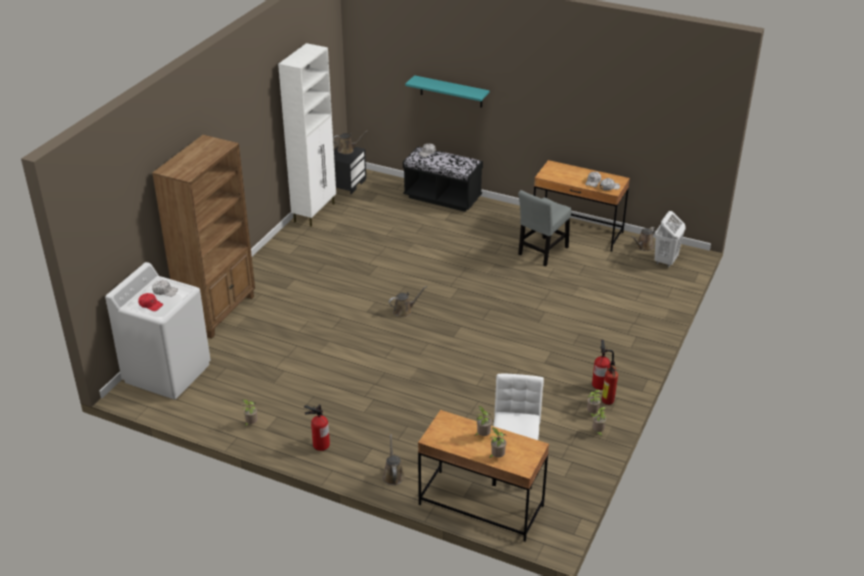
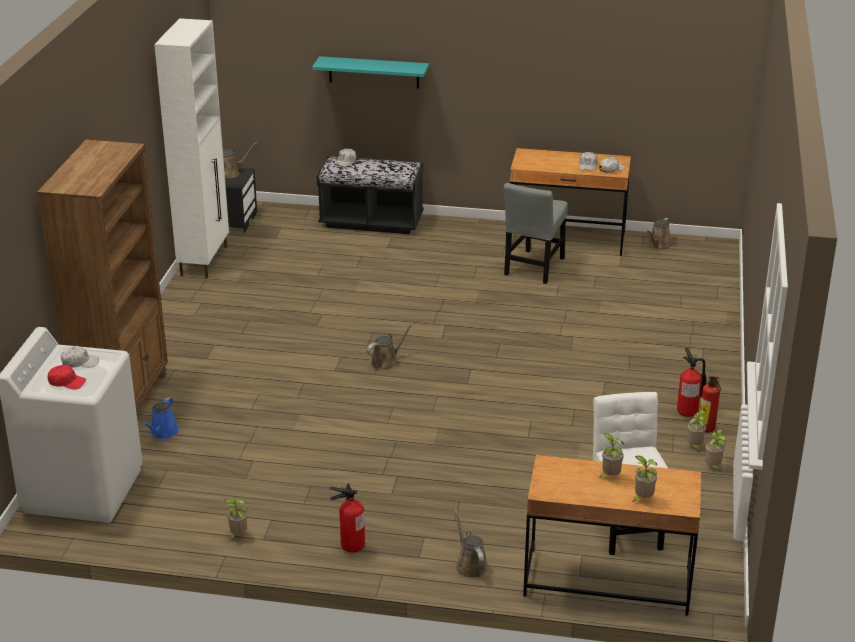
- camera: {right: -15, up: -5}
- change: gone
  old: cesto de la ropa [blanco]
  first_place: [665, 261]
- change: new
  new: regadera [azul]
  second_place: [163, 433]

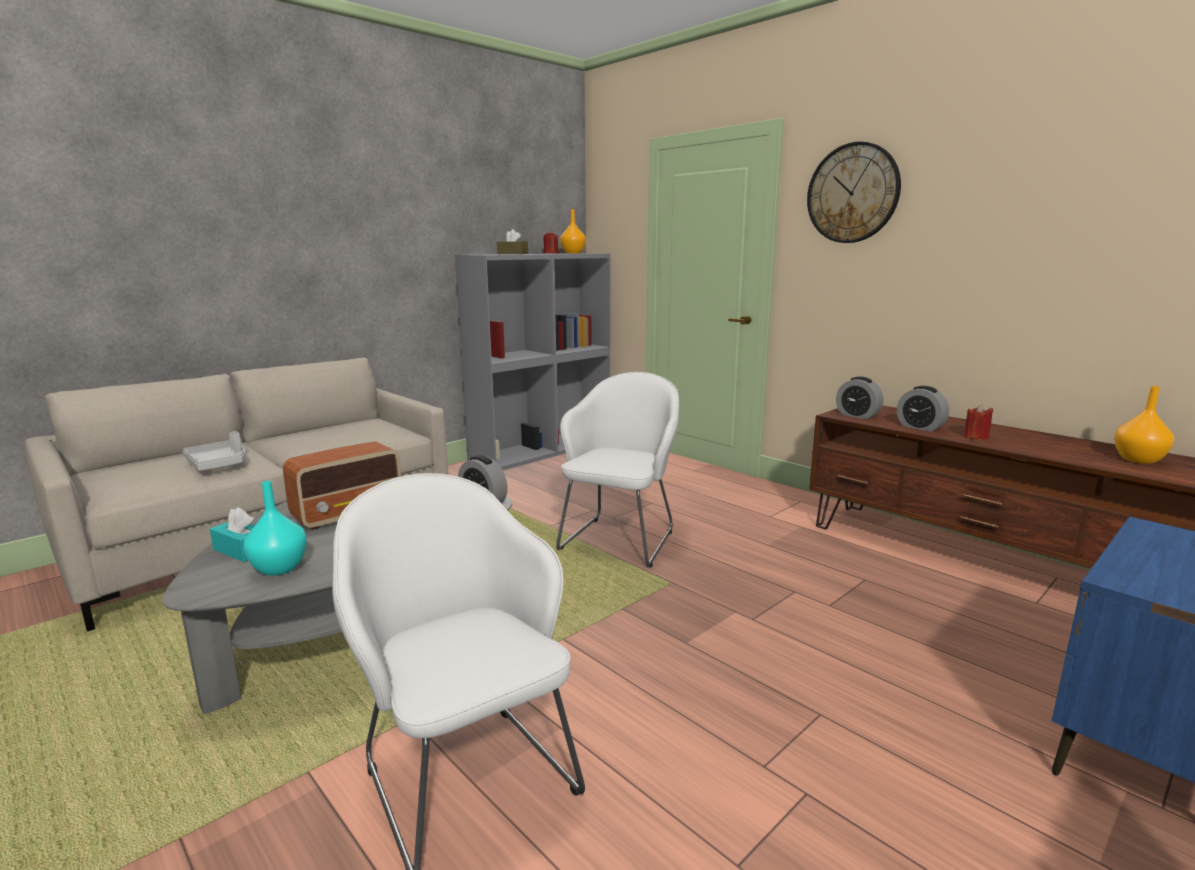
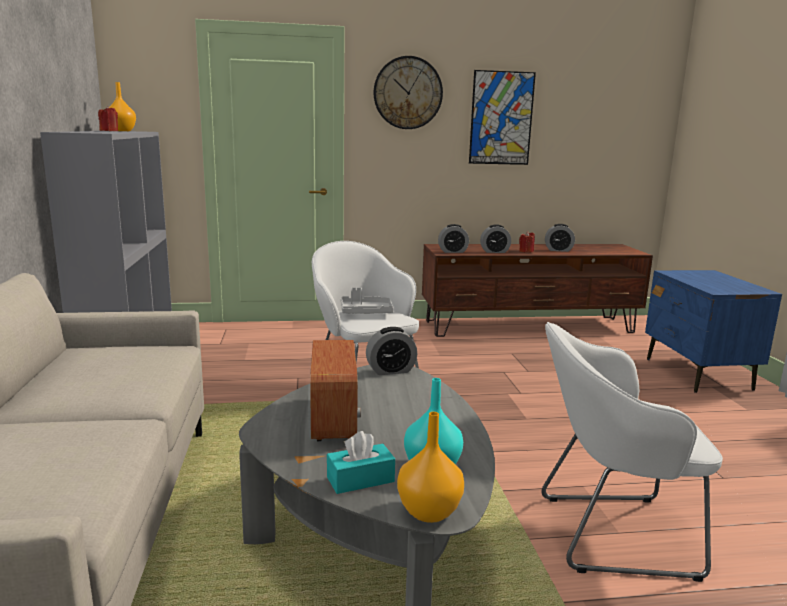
- camera: {right: -55, up: 0}
- change: gone
  old: caja de pañuelos [marrón]
  first_place: [512, 254]
- change: new
  new: cuadro
  second_place: [501, 118]
- change: new
  new: despertador
  second_place: [558, 250]
- change: shifted
  old: bandeja [gris]
  first_place: [219, 464]
  second_place: [365, 312]
- change: shifted
  old: florero [naranja]
  first_place: [1137, 460]
  second_place: [428, 512]

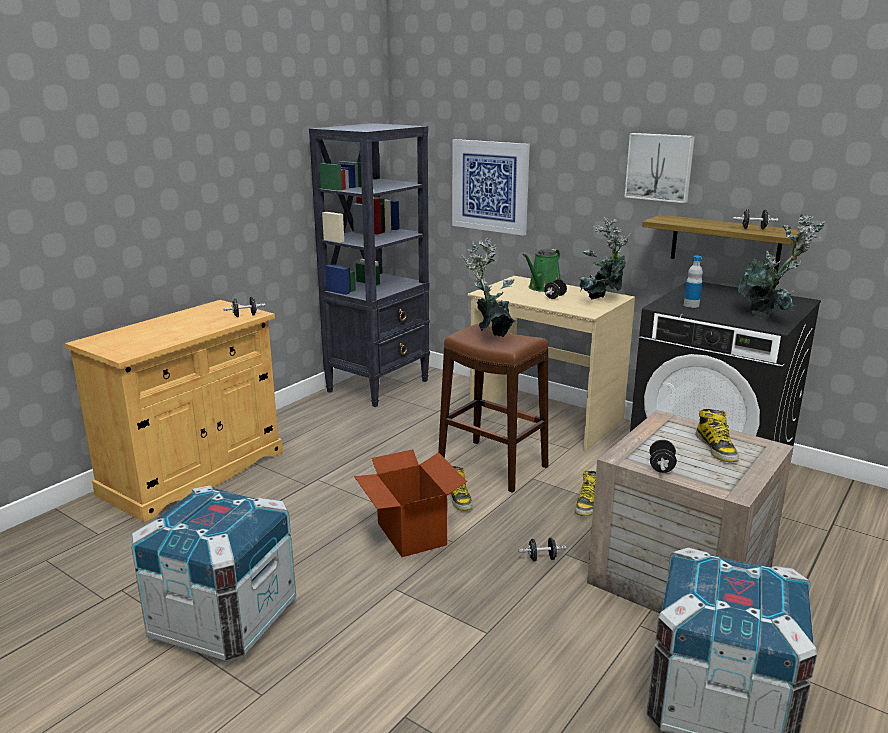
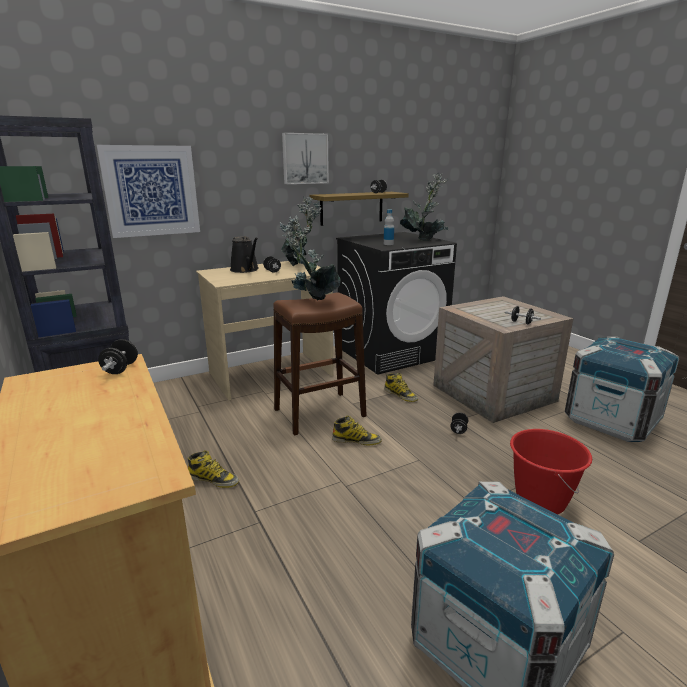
- camera: {right: -65, up: 0}
- change: gone
  old: caja de cartón
  first_place: [410, 534]
- change: new
  new: cubo [rojo]
  second_place: [540, 500]
- change: shifted
  old: bota
  first_place: [716, 448]
  second_place: [213, 479]
- change: repainted
  old: regadera [verde]
  new: regadera [negro]
  first_place: [543, 288]
  second_place: [245, 270]

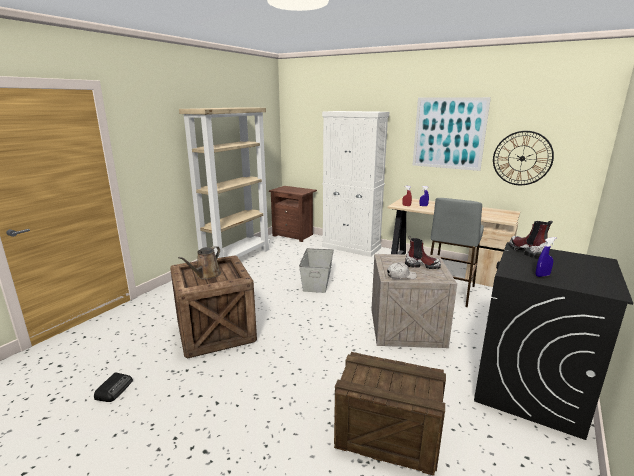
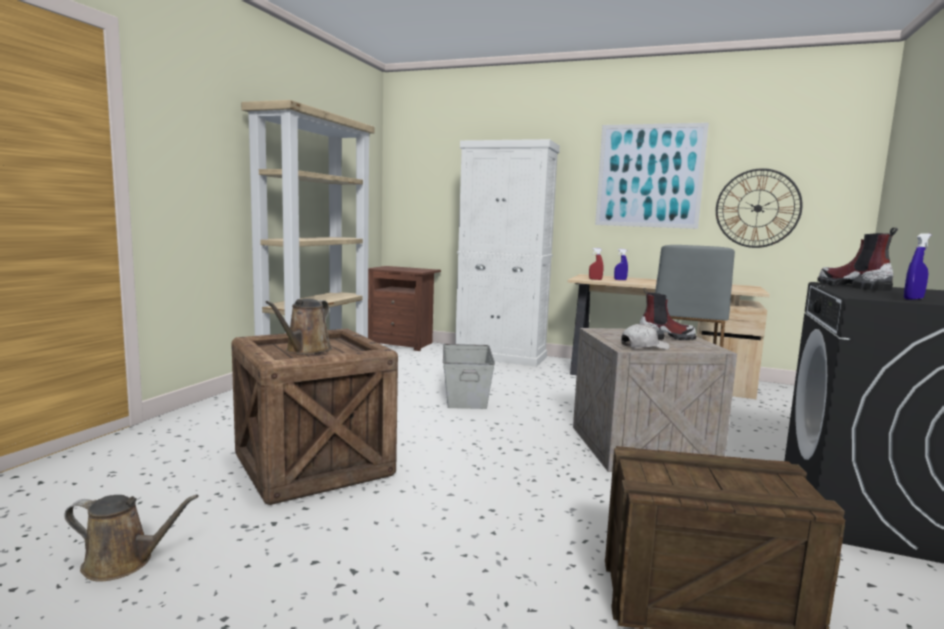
- camera: {right: -10, up: -10}
- change: swapped
  old: radio
  new: regadera [marrón]
  first_place: [114, 389]
  second_place: [124, 563]

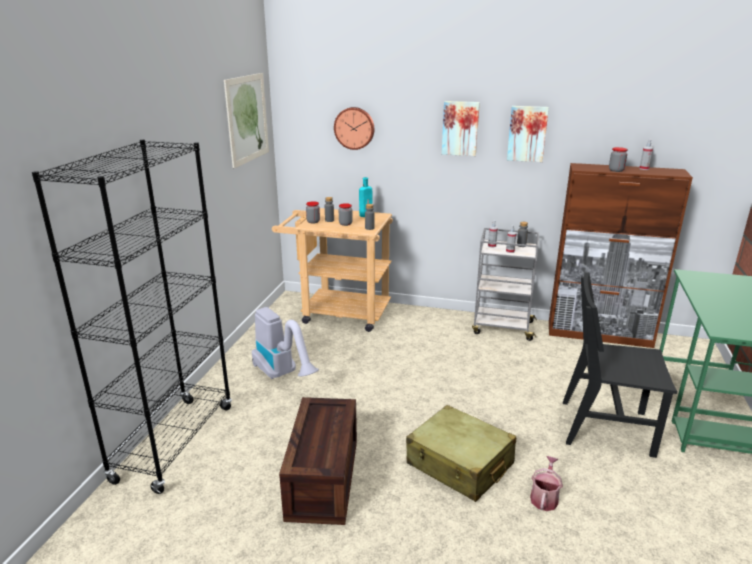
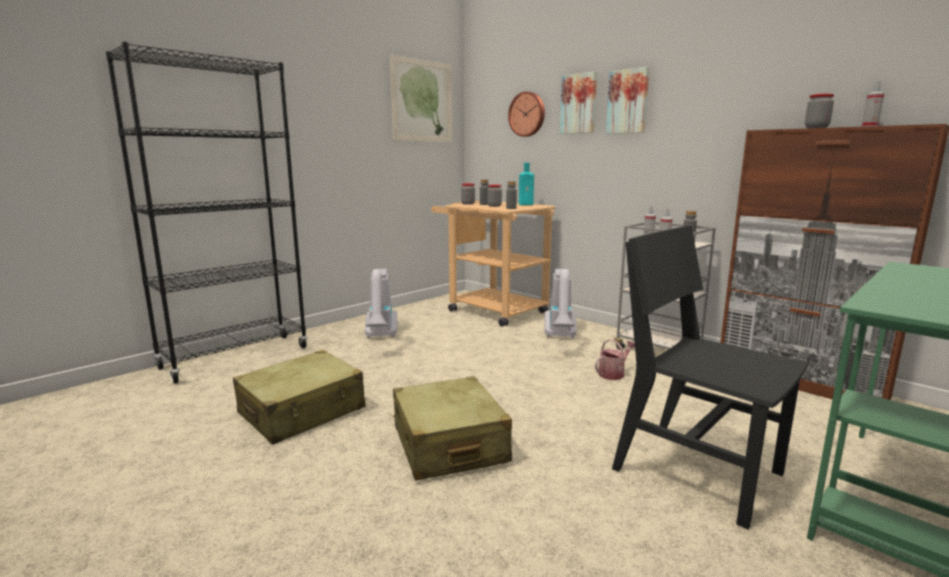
- camera: {right: 30, up: -10}
- change: new
  new: aspiradora
  second_place: [560, 338]
- change: shifted
  old: cuadro
  first_place: [527, 133]
  second_place: [579, 104]
- change: shifted
  old: regadera
  first_place: [544, 497]
  second_place: [613, 373]
- change: swapped
  old: caja de embalaje
  new: maleta [beis]
  first_place: [321, 477]
  second_place: [302, 411]

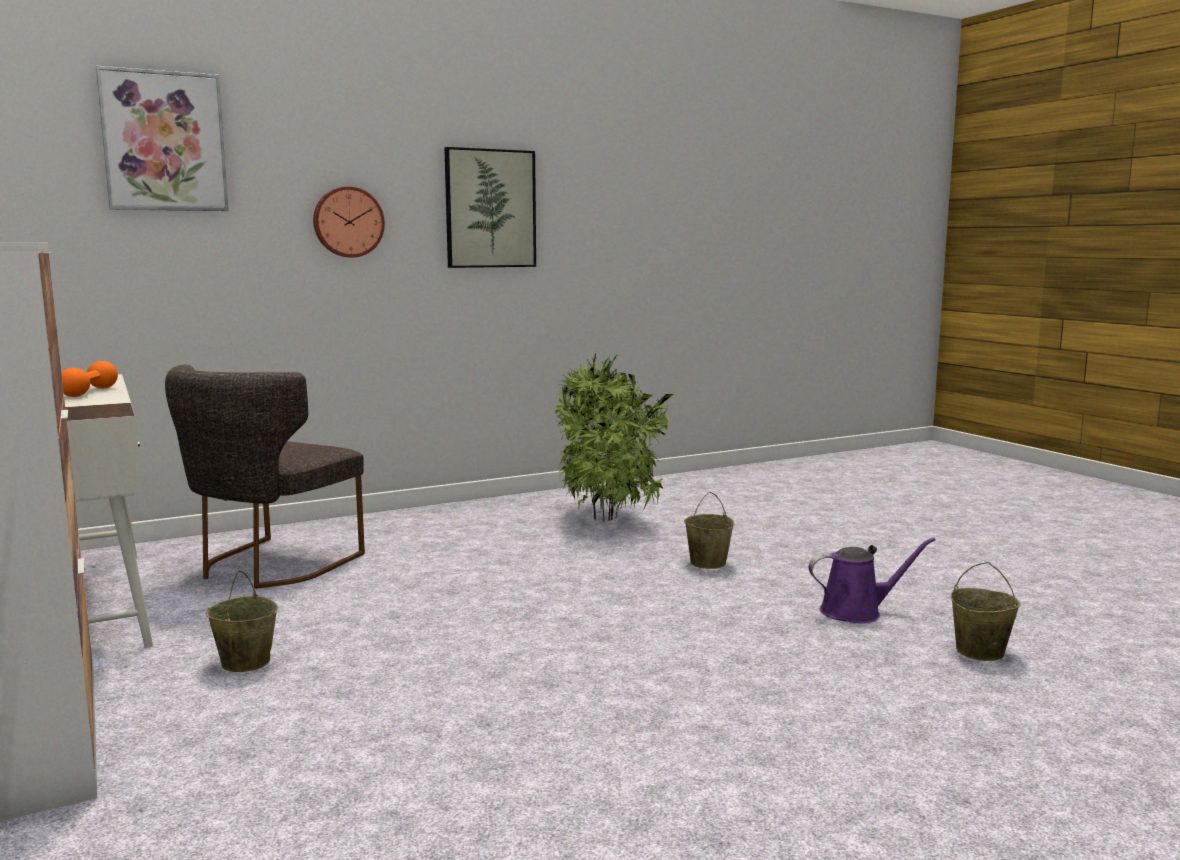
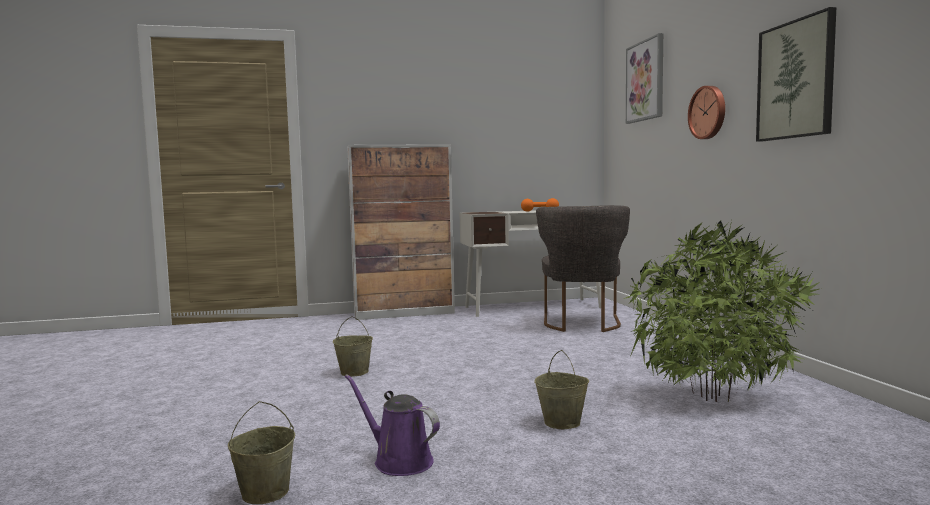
- camera: {right: 105, up: -5}
- change: shifted
  old: cubo [beis]
  first_place: [245, 662]
  second_place: [355, 372]
- change: rotated
  old: silla [gris]
  first_place: [269, 566]
  second_place: [581, 324]
  degrees: -120
- change: rotated
  old: regadera [morado]
  first_place: [856, 612]
  second_place: [398, 461]
  degrees: 120

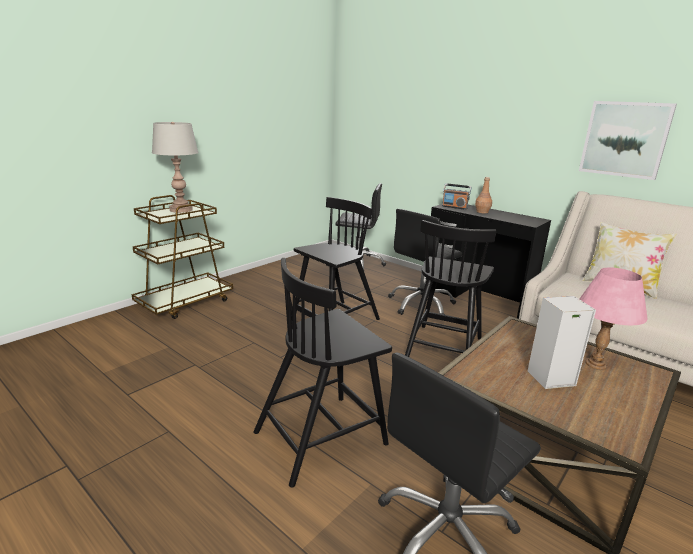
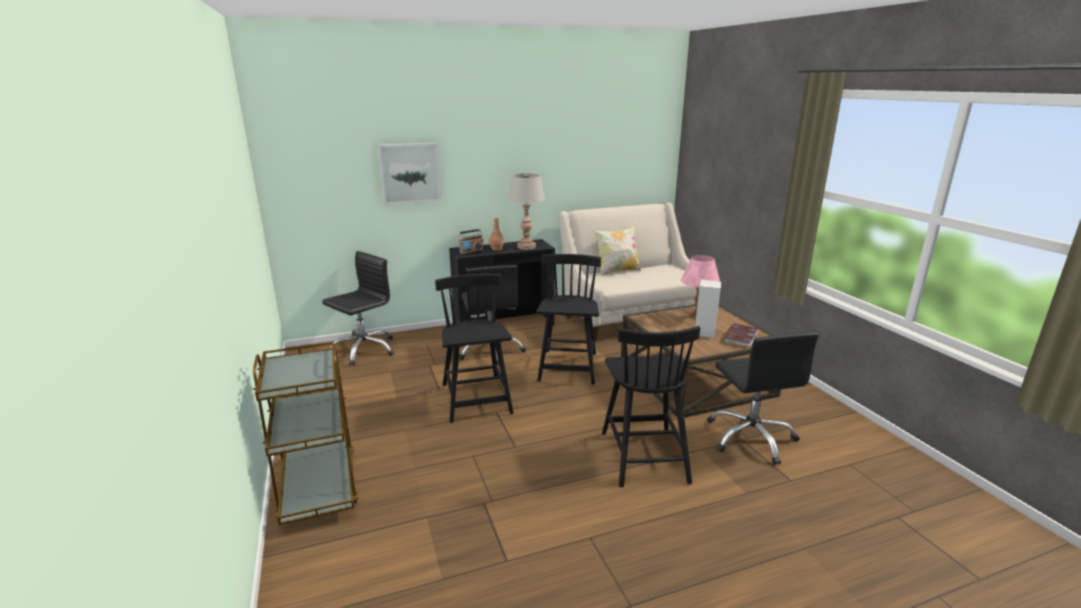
- camera: {right: -60, up: 0}
- change: new
  new: libro
  second_place: [740, 337]
- change: shifted
  old: lámpara de mesa [gris]
  first_place: [181, 210]
  second_place: [526, 247]
- change: shifted
  old: cuadro
  first_place: [624, 139]
  second_place: [410, 173]
- change: rotated
  old: silla [negro]
  first_place: [443, 348]
  second_place: [568, 367]
  degrees: -135

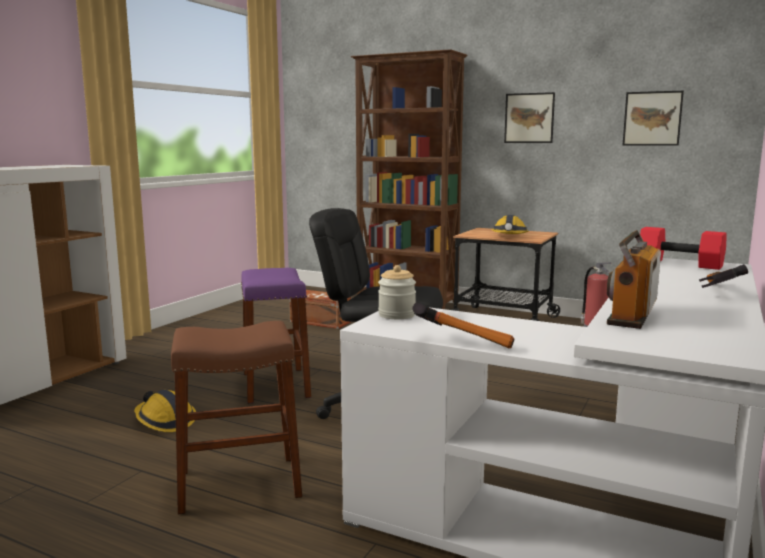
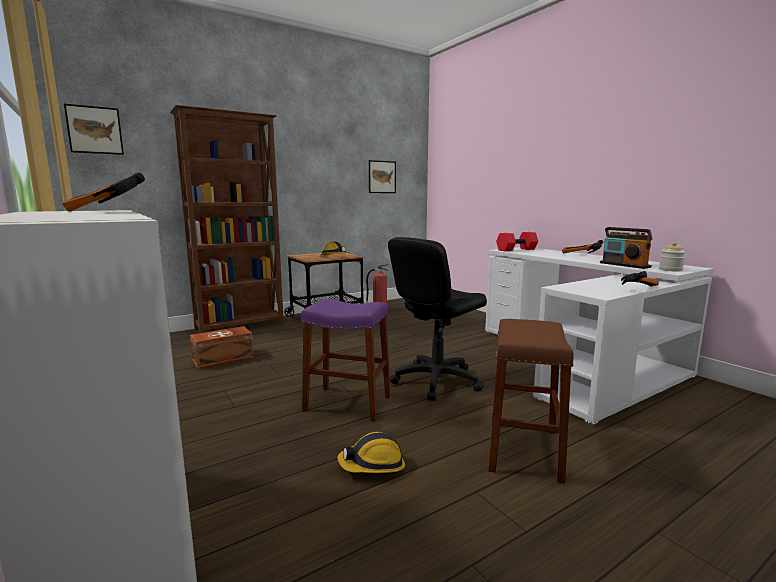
- camera: {right: -60, up: 0}
- change: new
  new: martillo
  second_place: [96, 212]
- change: shifted
  old: tarro
  first_place: [397, 315]
  second_place: [670, 270]
- change: shifted
  old: cuadro
  first_place: [529, 118]
  second_place: [94, 130]

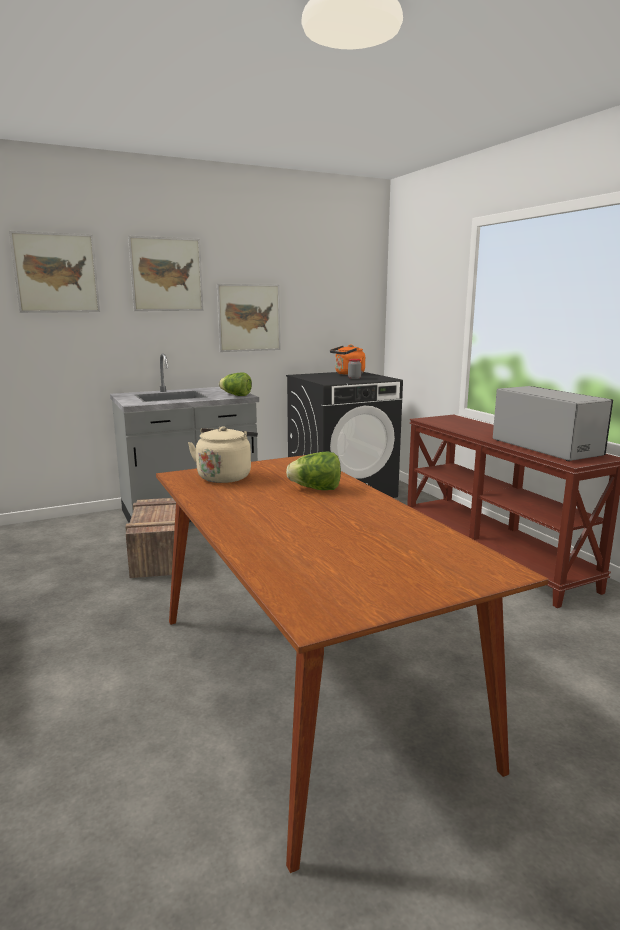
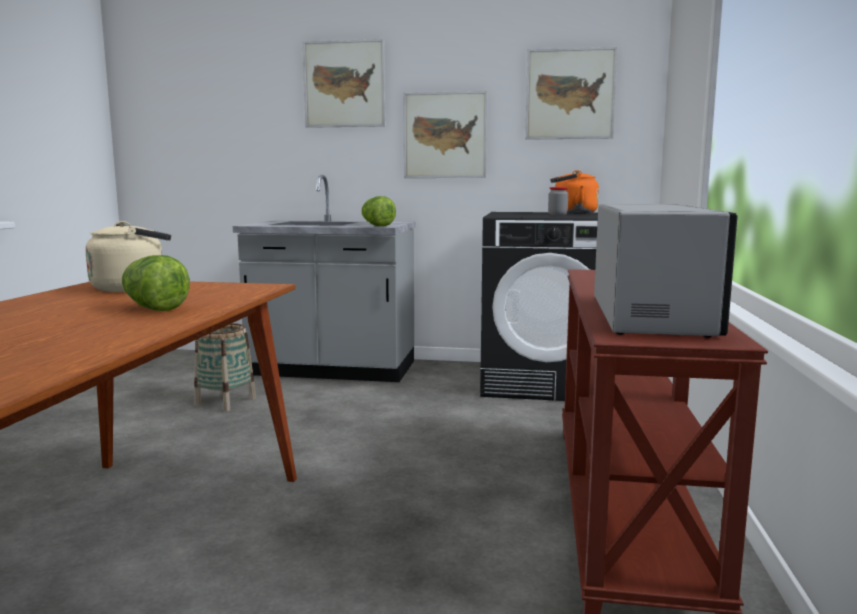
- camera: {right: 35, up: -5}
- change: shifted
  old: cuadro
  first_place: [56, 273]
  second_place: [570, 94]
- change: swapped
  old: caja de embalaje
  new: cesta
  first_place: [158, 555]
  second_place: [225, 402]

